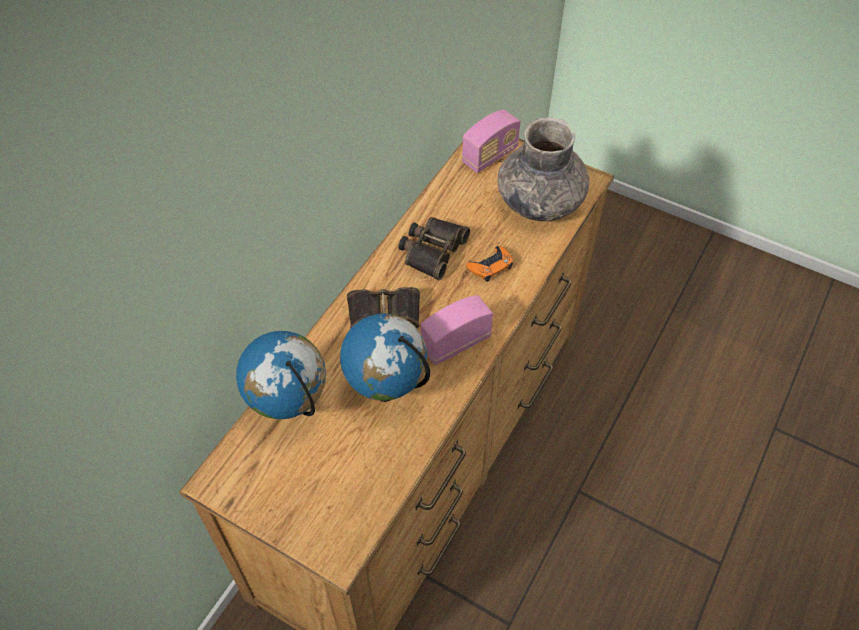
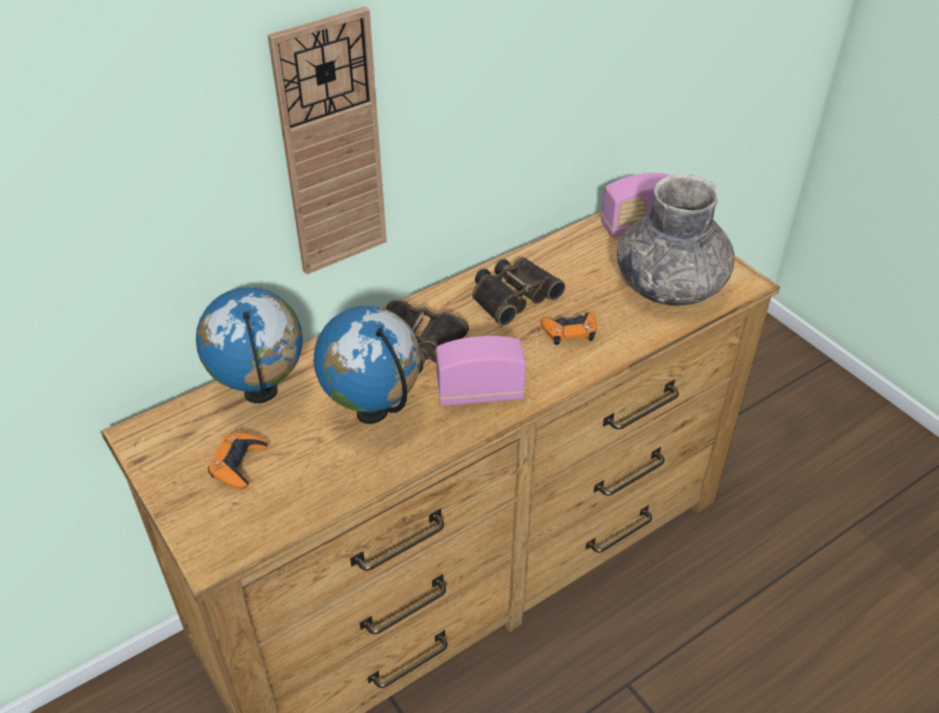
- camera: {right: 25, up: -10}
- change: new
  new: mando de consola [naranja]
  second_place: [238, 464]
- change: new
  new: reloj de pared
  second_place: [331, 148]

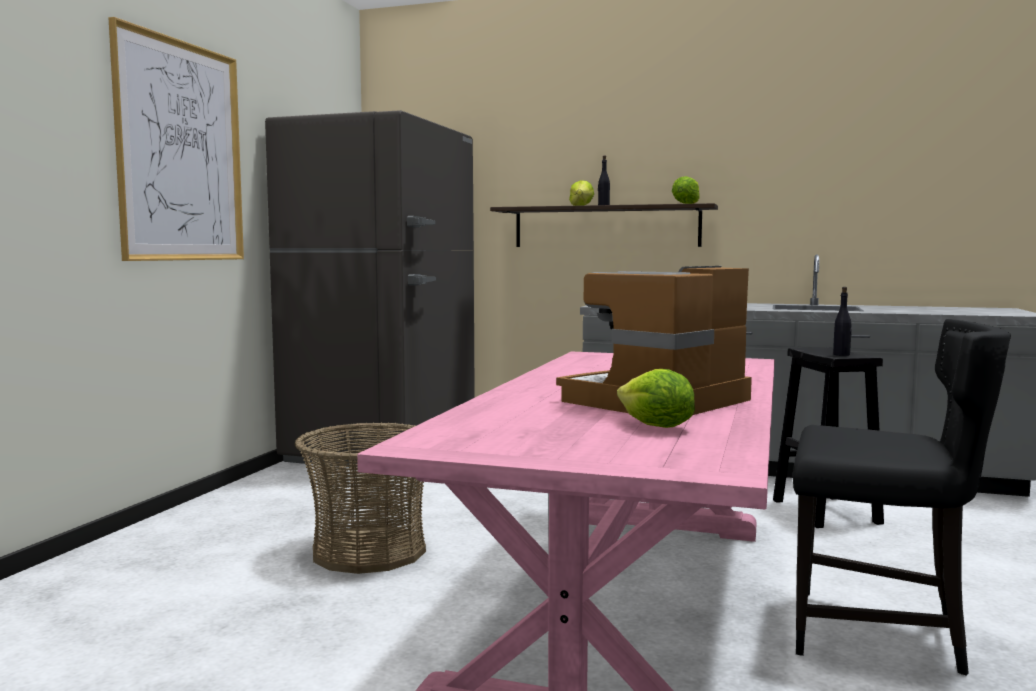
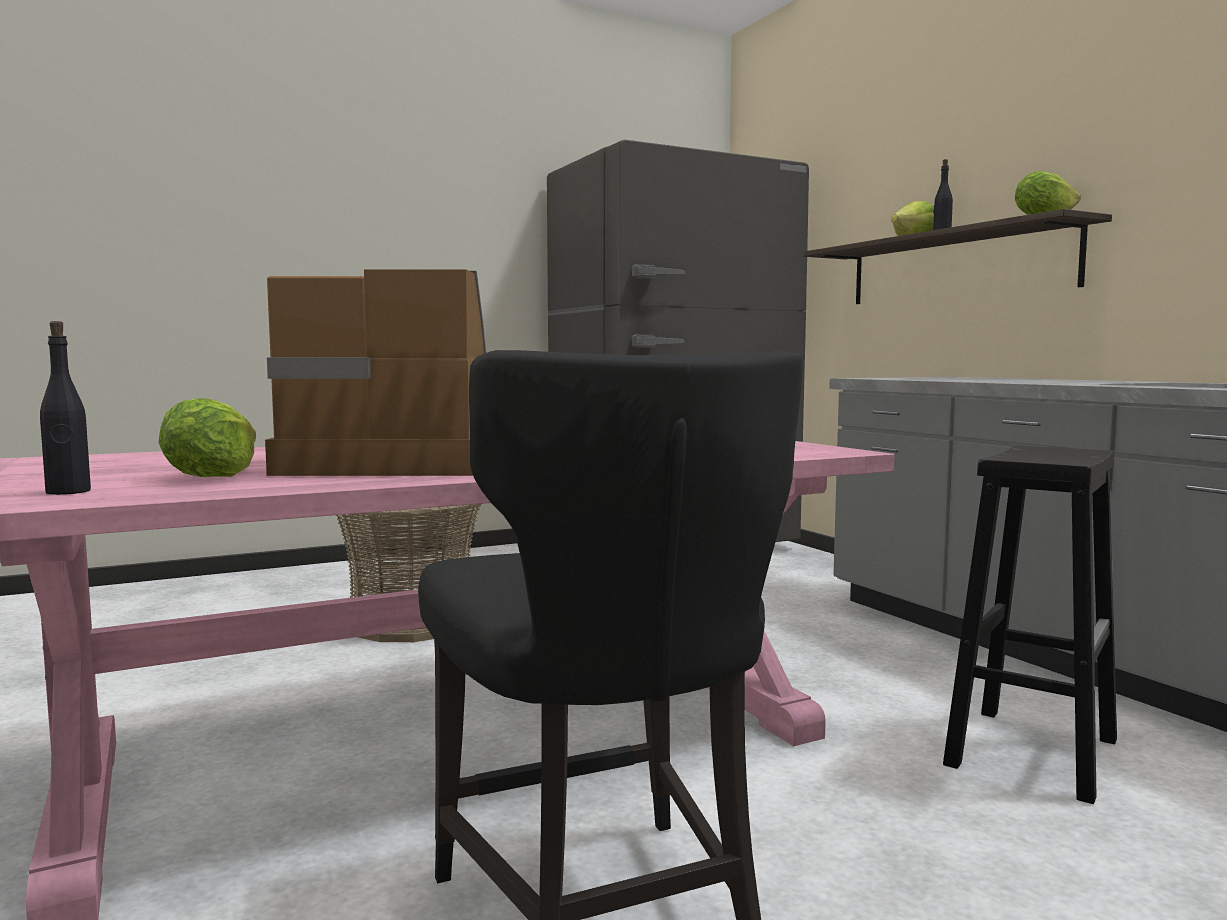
- camera: {right: 45, up: 0}
- change: gone
  old: cuadro
  first_place: [181, 152]
- change: shifted
  old: botella [negro]
  first_place: [841, 354]
  second_place: [68, 492]

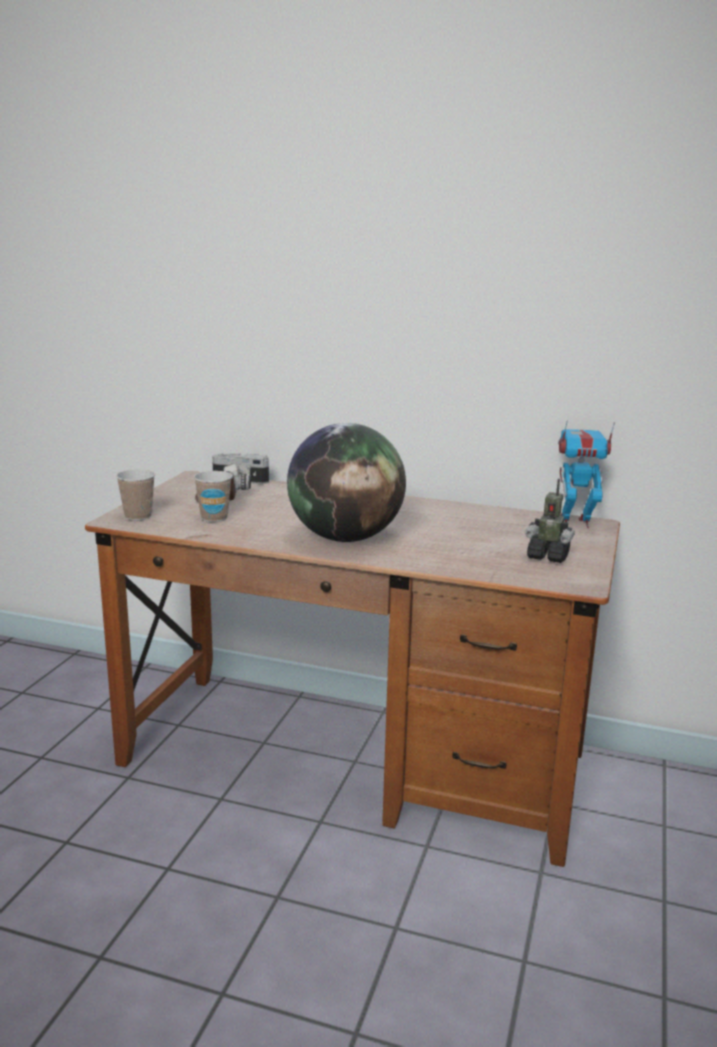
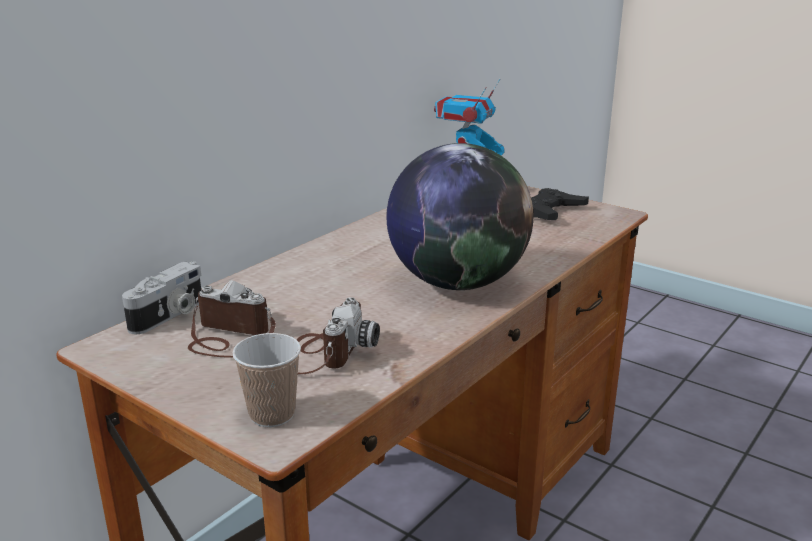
- camera: {right: -70, up: 5}
- change: swapped
  old: taza
  new: cámara
  first_place: [214, 518]
  second_place: [327, 352]
- change: swapped
  old: robot de juguete
  new: mando de consola [negro]
  first_place: [548, 556]
  second_place: [550, 211]

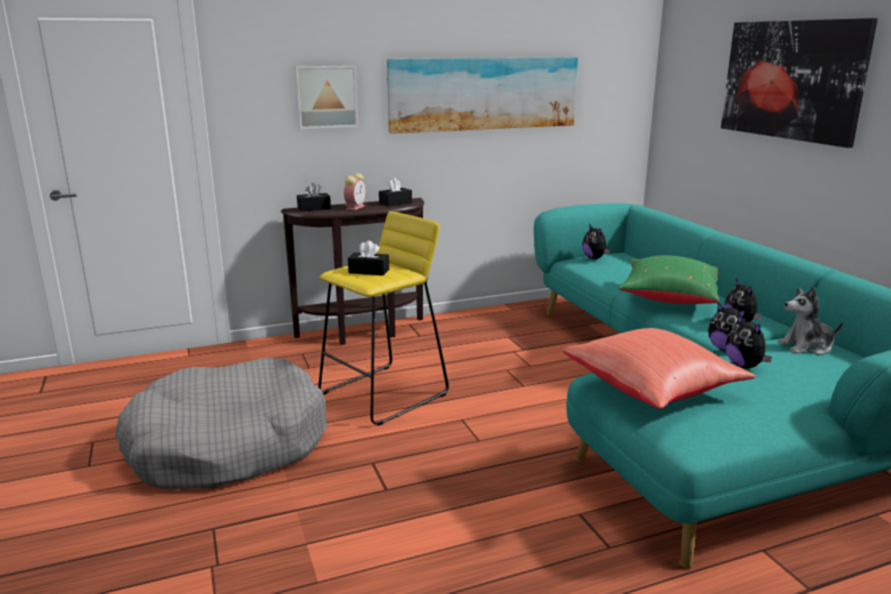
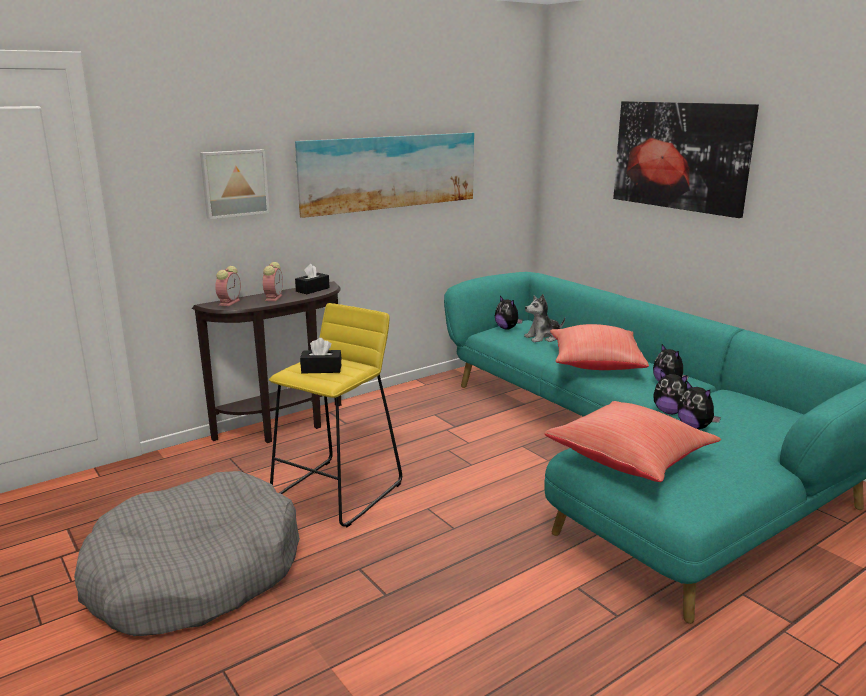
- camera: {right: -15, up: 0}
- change: shifted
  old: peluche
  first_place: [806, 347]
  second_place: [543, 337]
- change: swapped
  old: caja de pañuelos [negro]
  new: despertador
  first_place: [314, 208]
  second_place: [229, 302]
- change: repainted
  old: cojín [verde]
  new: cojín [rojo]
  first_place: [668, 298]
  second_place: [594, 365]

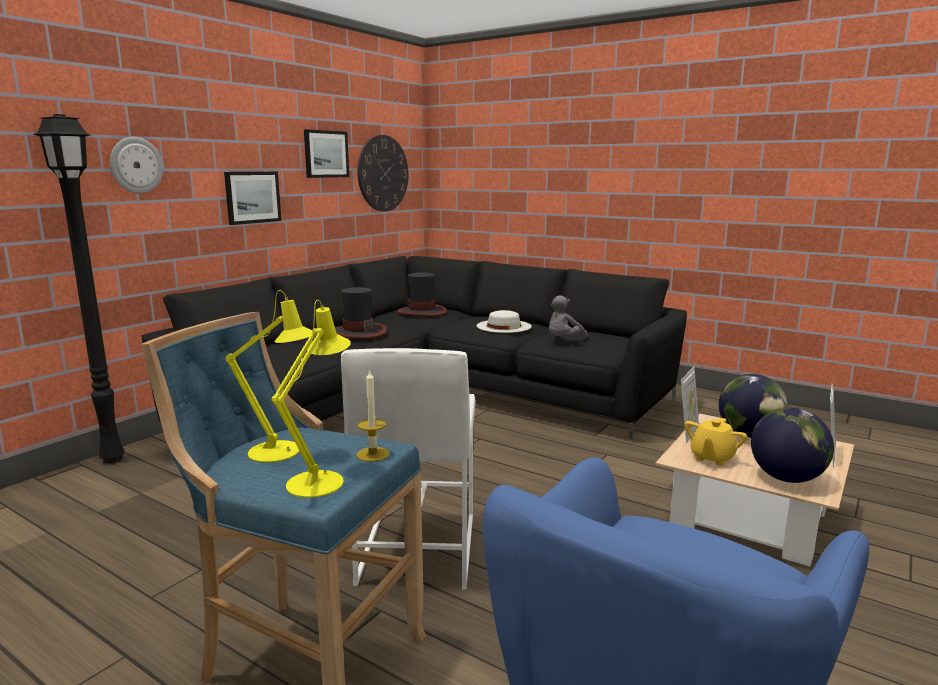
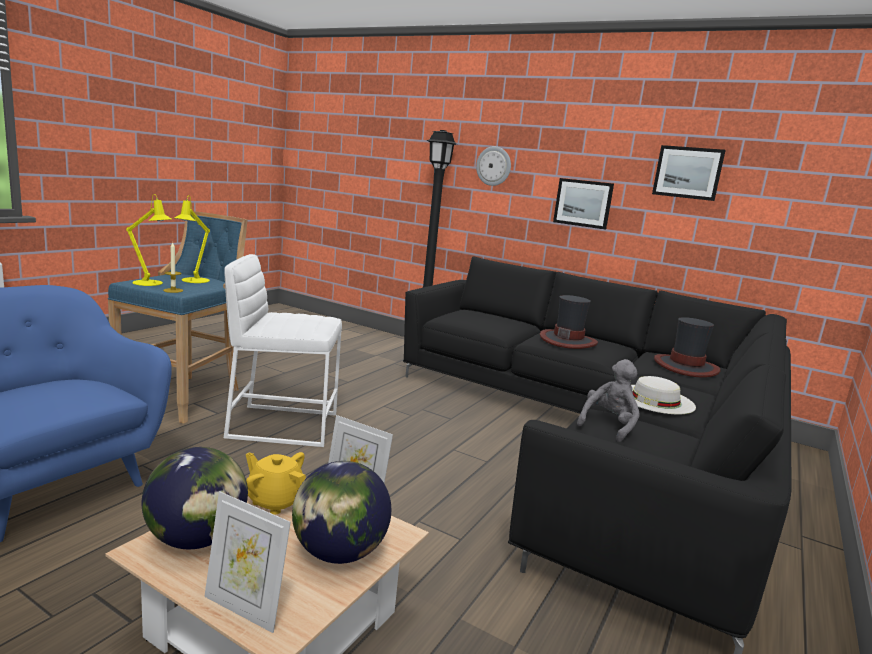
- camera: {right: 85, up: 0}
- change: gone
  old: reloj de pared
  first_place: [383, 173]
- change: rotated
  old: peluche [gris]
  first_place: [563, 340]
  second_place: [608, 425]
  degrees: 90

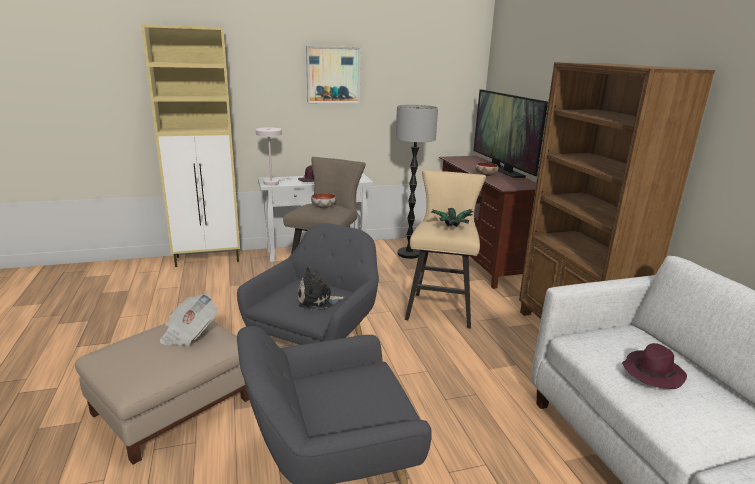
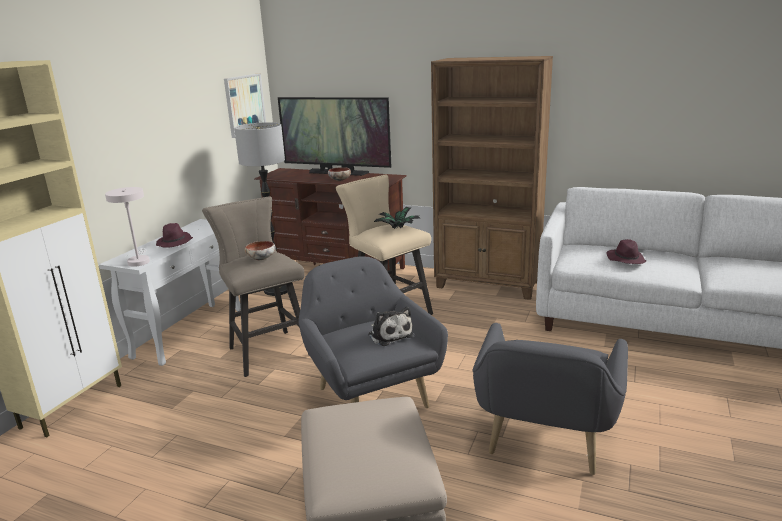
- camera: {right: -50, up: 0}
- change: gone
  old: periódico
  first_place: [189, 333]
- change: shifted
  old: cuadro
  first_place: [333, 75]
  second_place: [244, 105]
- change: rotated
  old: peluche
  first_place: [317, 300]
  second_place: [389, 334]
  degrees: -60

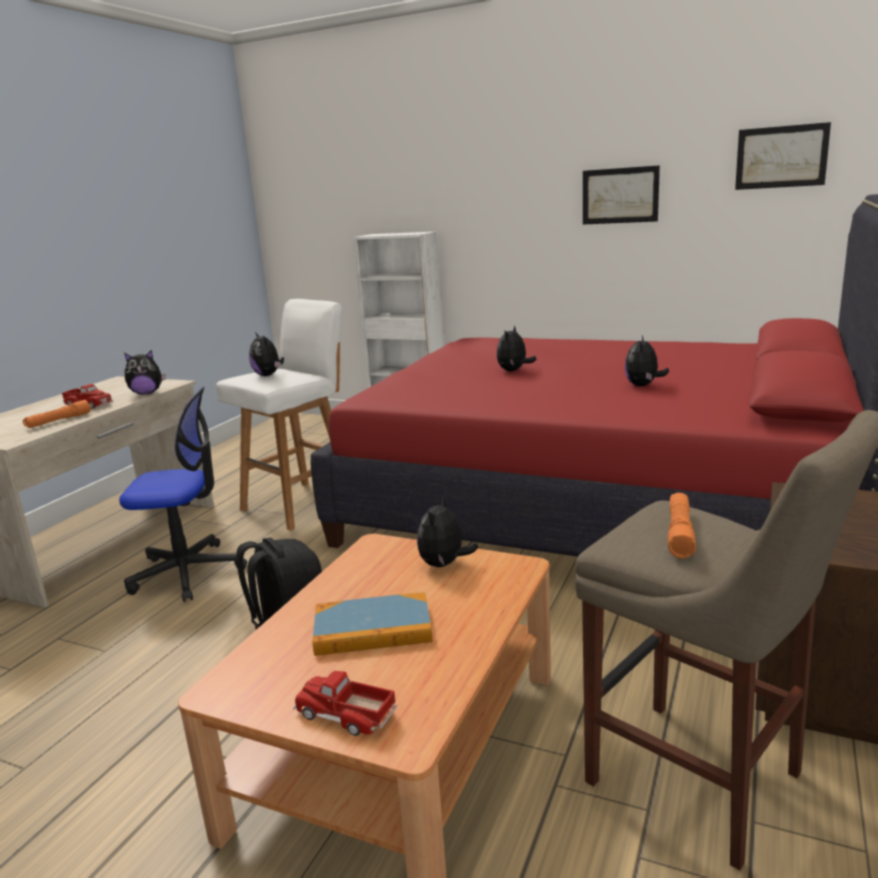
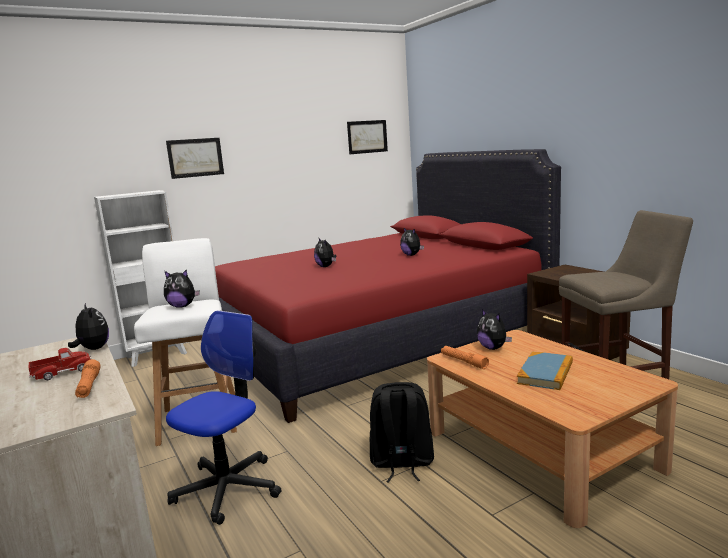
- camera: {right: -55, up: -5}
- change: gone
  old: camión de juguete
  first_place: [345, 714]
- change: shifted
  old: cuadro
  first_place: [620, 195]
  second_place: [195, 157]
- change: shifted
  old: linterna [naranja]
  first_place: [679, 532]
  second_place: [463, 361]
- change: rotated
  old: peluche
  first_place: [147, 393]
  second_place: [93, 349]
  degrees: -60

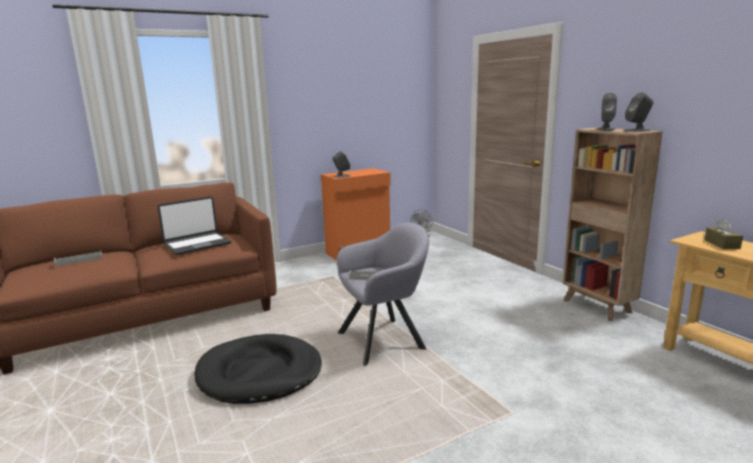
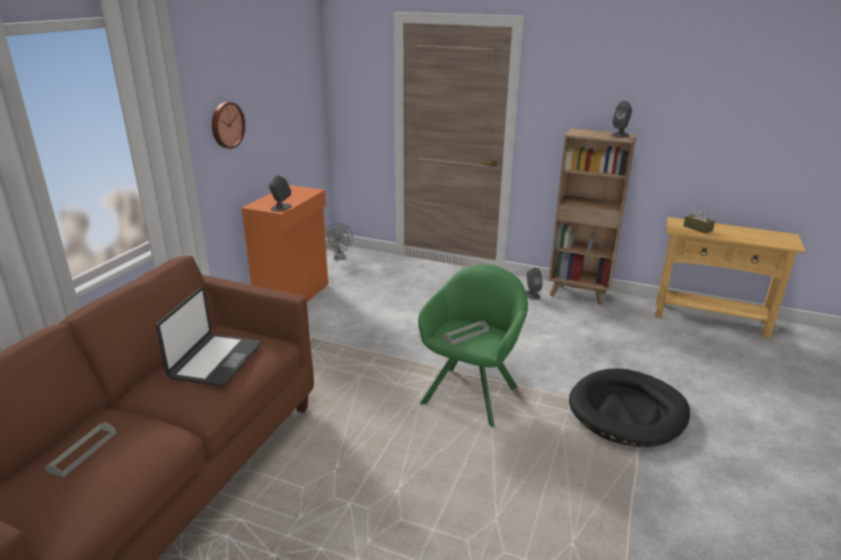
- camera: {right: -40, up: 10}
- change: new
  new: reloj de pared
  second_place: [226, 125]
- change: shifted
  old: cama para perro [negro]
  first_place: [260, 373]
  second_place: [628, 411]
- change: shifted
  old: altavoz [gris]
  first_place: [606, 129]
  second_place: [532, 295]
- change: repainted
  old: sillón [gris]
  new: sillón [verde]
  first_place: [386, 340]
  second_place: [472, 392]

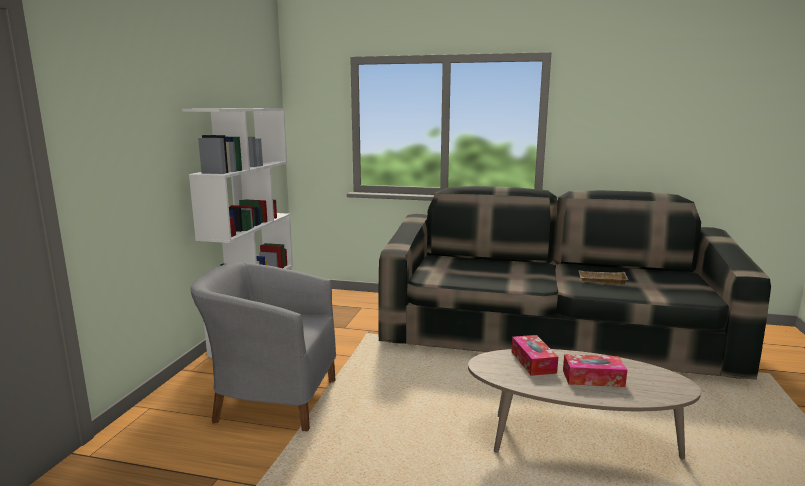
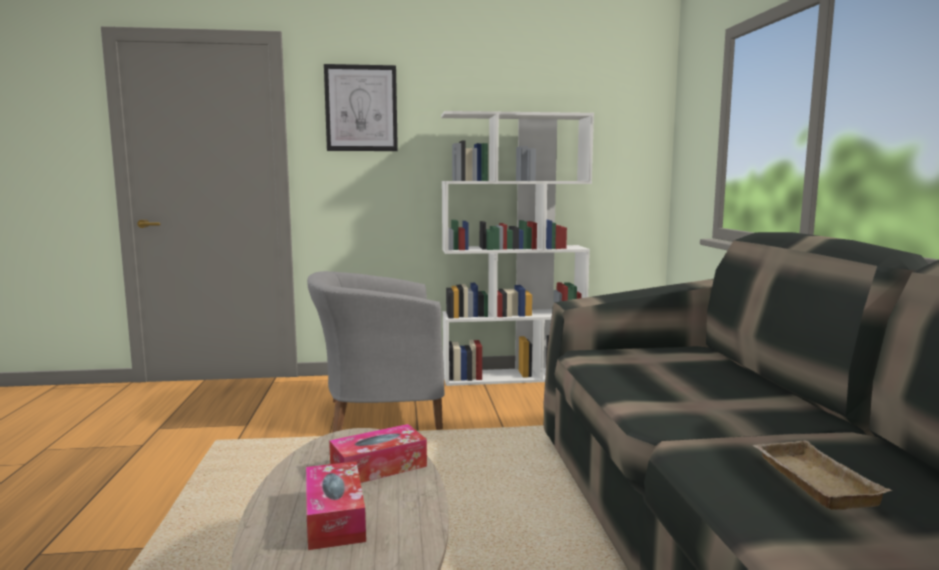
- camera: {right: 70, up: -5}
- change: new
  new: cuadro
  second_place: [361, 108]
- change: rotated
  old: sillón [gris]
  first_place: [271, 400]
  second_place: [378, 414]
  degrees: -90

